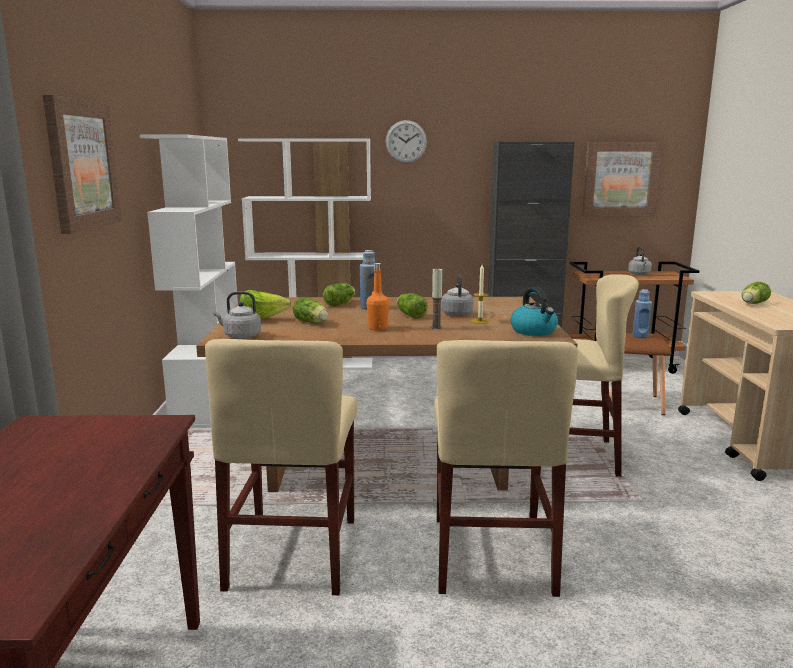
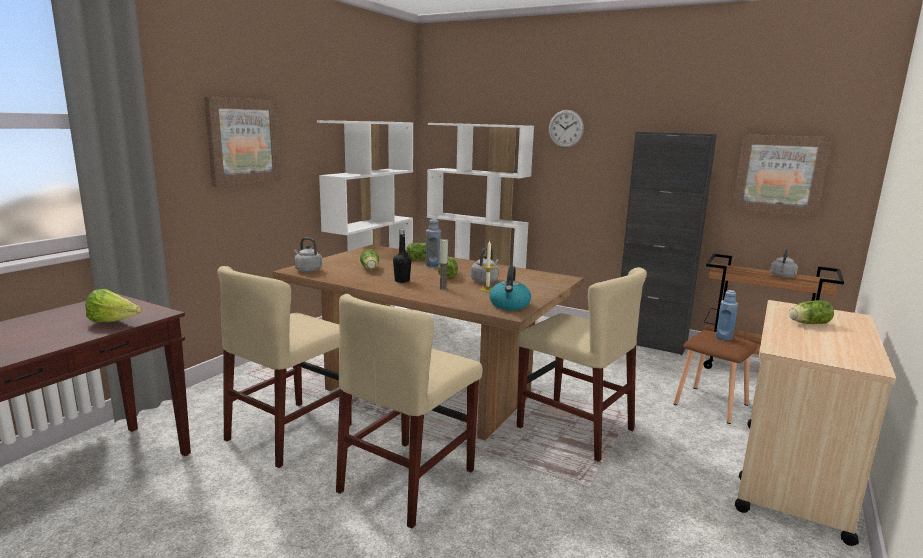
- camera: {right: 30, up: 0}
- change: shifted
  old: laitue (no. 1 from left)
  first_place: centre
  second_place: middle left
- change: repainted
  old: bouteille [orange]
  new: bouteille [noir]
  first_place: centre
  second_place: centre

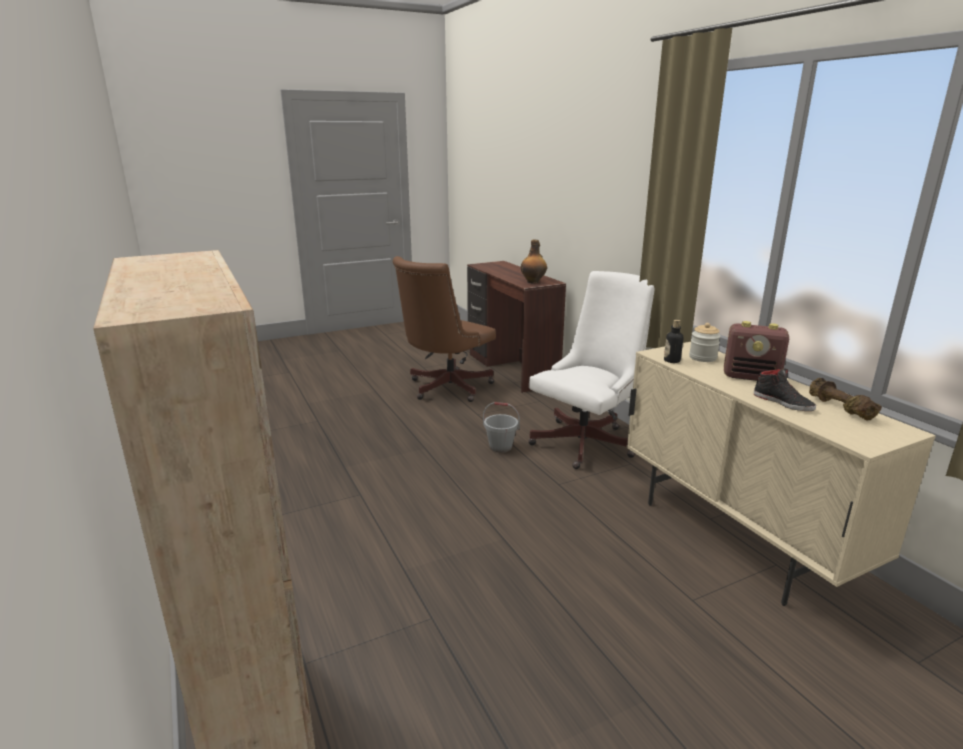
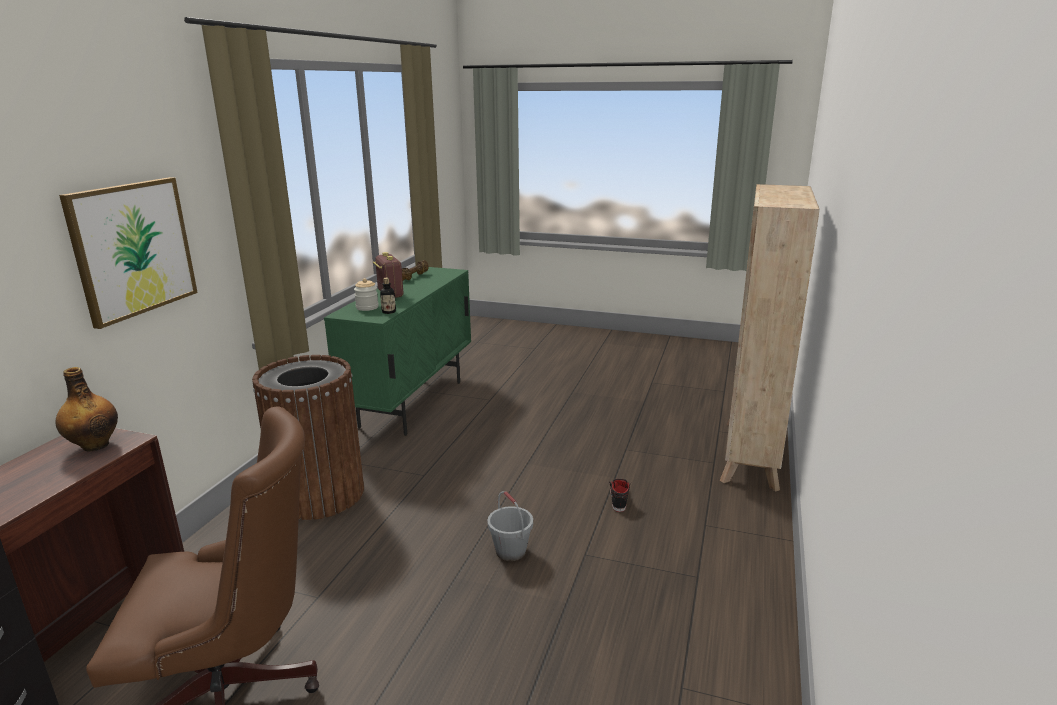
- camera: {right: -135, up: 0}
- change: new
  new: tableau
  second_place: middle left
- change: shifted
  old: seau [gris]
  first_place: centre
  second_place: bottom centre
- change: shifted
  old: chaussure [noir]
  first_place: middle right
  second_place: bottom centre
- change: swapped
  old: chaise de bureau [blanc]
  new: poubelle [marron]
  first_place: centre
  second_place: middle left
- change: repainted
  old: meuble de rangement [beige]
  new: meuble de rangement [vert]
  first_place: middle right
  second_place: centre

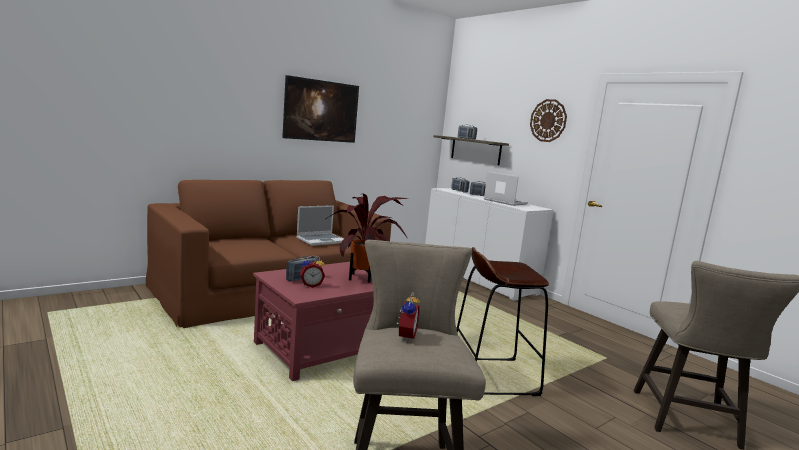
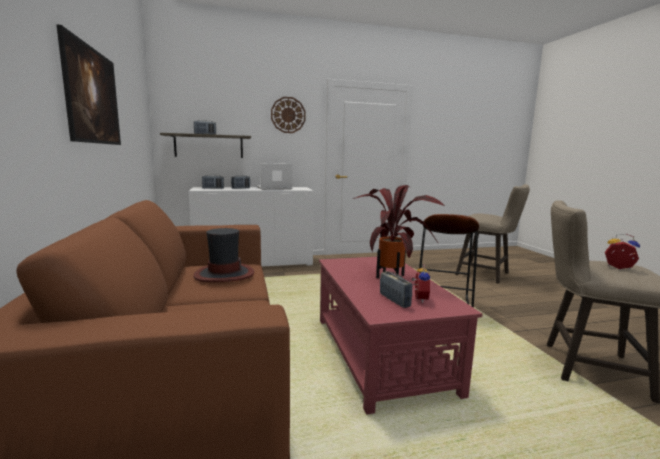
- camera: {right: -65, up: 0}
- change: swapped
  old: ordinateur portable (no. 1 from left)
  new: chapeau
  first_place: centre
  second_place: centre

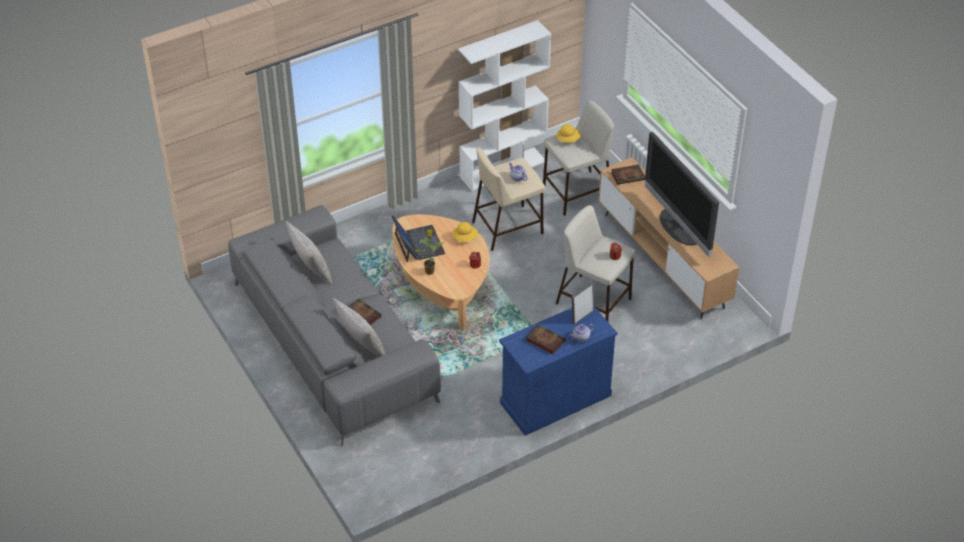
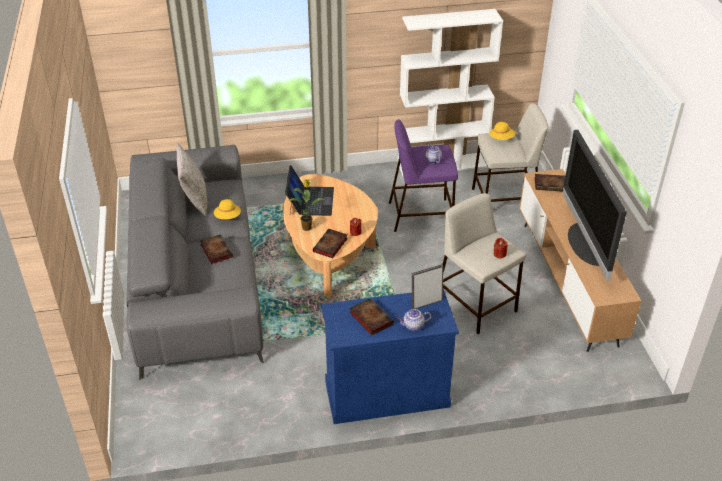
- camera: {right: 20, up: -5}
- change: gone
  old: coussin [gris] (no. 2 from left)
  first_place: centre
- change: new
  new: livre (no. 2 from left)
  second_place: centre
- change: shifted
  old: chapeau [jaune] (no. 1 from left)
  first_place: centre
  second_place: middle left
- change: repainted
  old: tabouret [beige] (no. 1 from left)
  new: tabouret [violet]
  first_place: centre
  second_place: centre

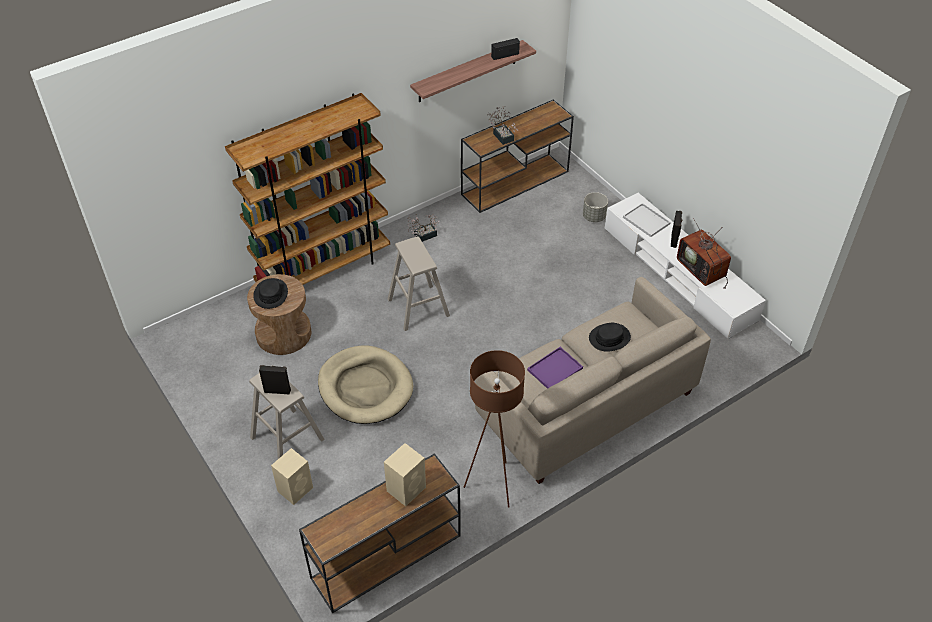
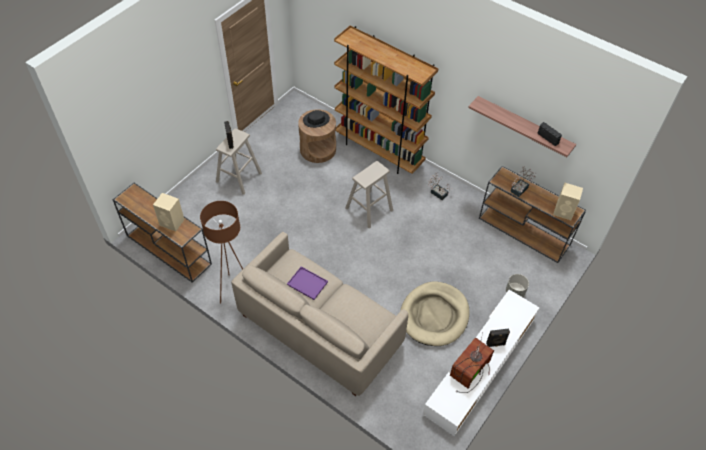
- camera: {right: 70, up: 5}
- change: gone
  old: chapeau [noir] (no. 2 from left)
  first_place: centre
- change: gone
  old: plateau [blanc]
  first_place: middle right
- change: shifted
  old: enceinte [beige] (no. 1 from left in the first image)
  new: enceinte [beige] (no. 2 from left)
  first_place: bottom left
  second_place: middle right
- change: shifted
  old: panier pour chien [beige]
  first_place: centre
  second_place: bottom centre

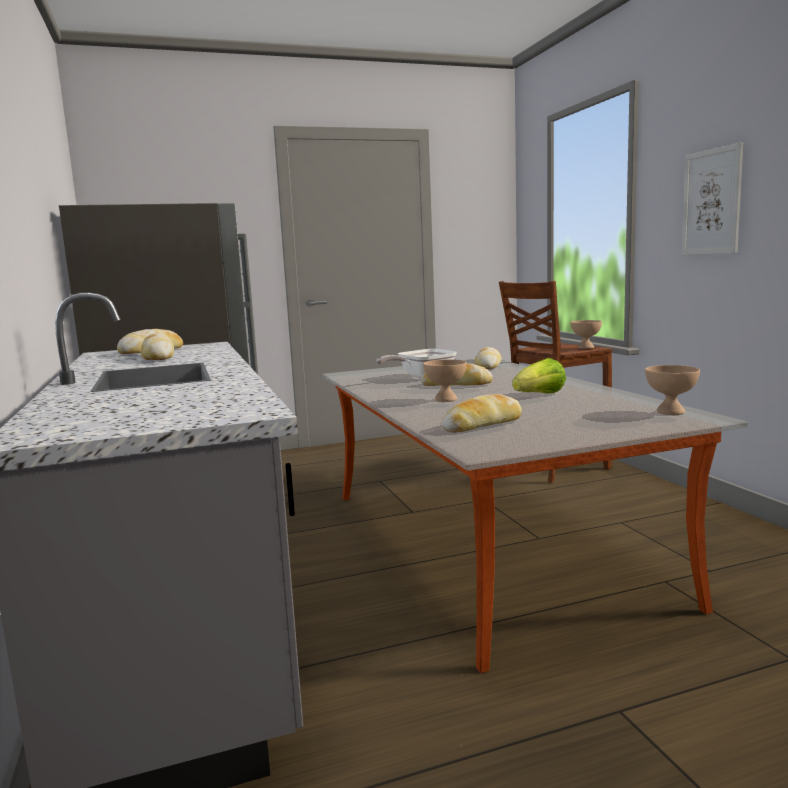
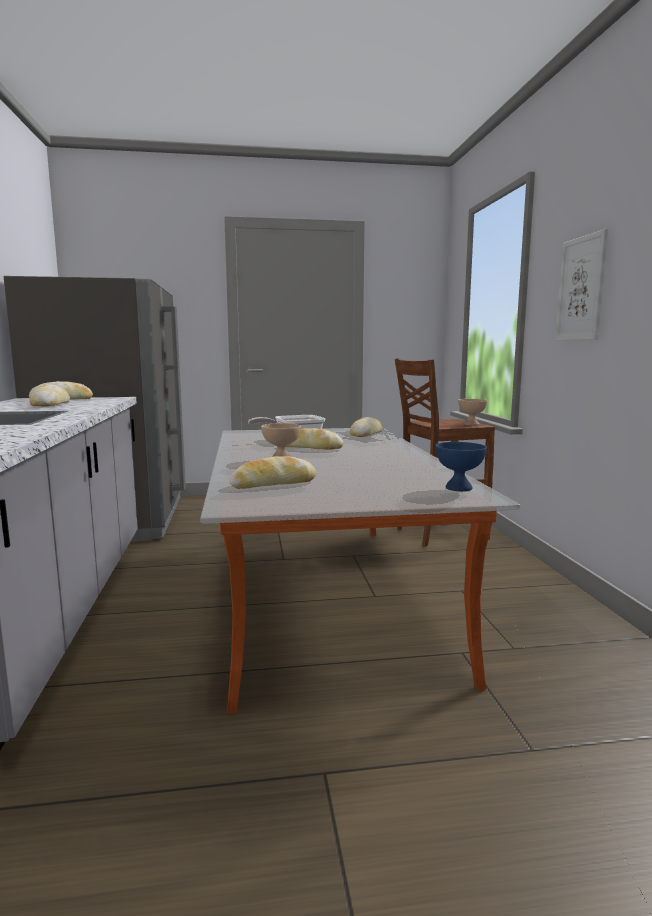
- camera: {right: 10, up: 0}
- change: gone
  old: laitue
  first_place: middle right
- change: repainted
  old: bol [beige] (no. 3 from left)
  new: bol [bleu]
  first_place: middle right
  second_place: middle right

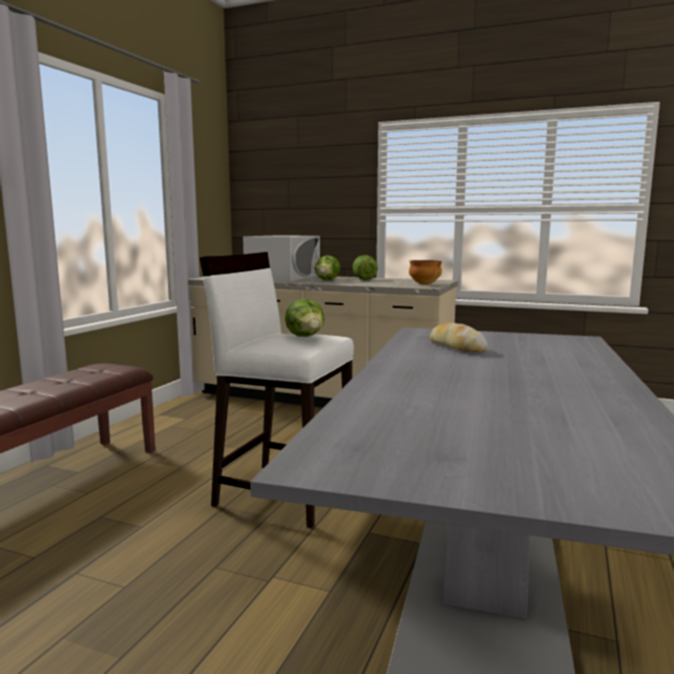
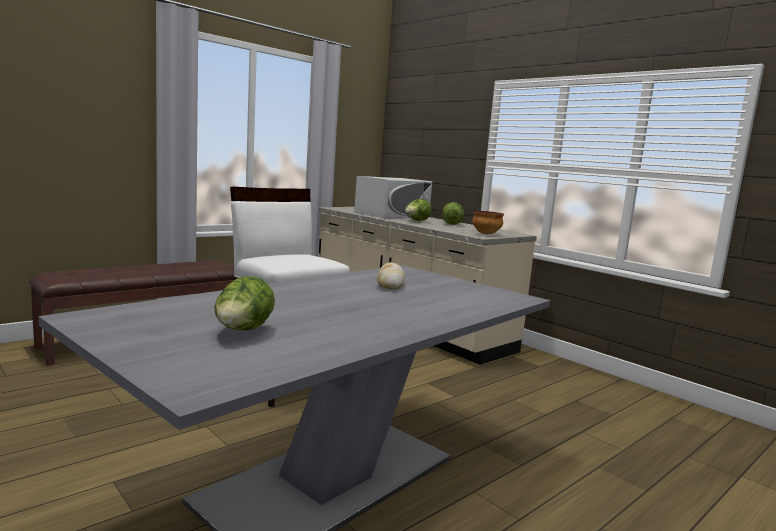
- camera: {right: 25, up: 0}
- change: shifted
  old: laitue (no. 1 from left)
  first_place: centre
  second_place: middle left

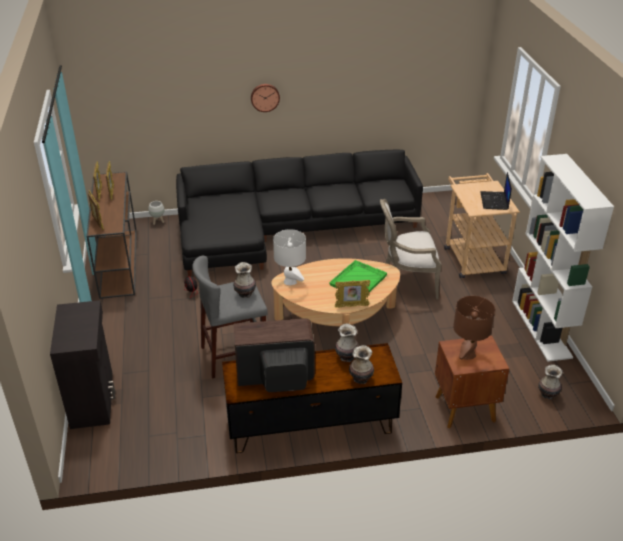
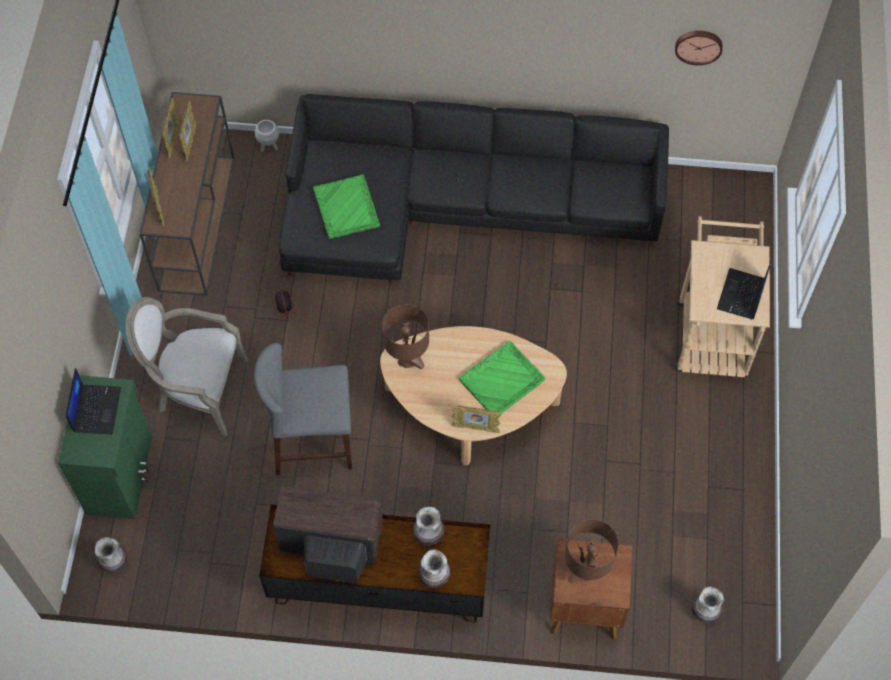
- camera: {right: 15, up: 25}
- change: gone
  old: bibliothèque [blanc]
  first_place: middle right
- change: new
  new: ordinateur portable (no. 1 from left)
  second_place: middle left
- change: new
  new: plateau [vert] (no. 1 from left)
  second_place: top centre
- change: shifted
  old: vase (no. 1 from left)
  first_place: centre
  second_place: bottom left
- change: shifted
  old: horloge murale
  first_place: top centre
  second_place: top right
- change: shifted
  old: fauteuil
  first_place: centre
  second_place: middle left
- change: repainted
  old: meuble de rangement [noir]
  new: meuble de rangement [vert]
  first_place: bottom left
  second_place: middle left
- change: repainted
  old: lampe de table [blanc]
  new: lampe de table [marron] (no. 1 from left)
  first_place: centre
  second_place: centre

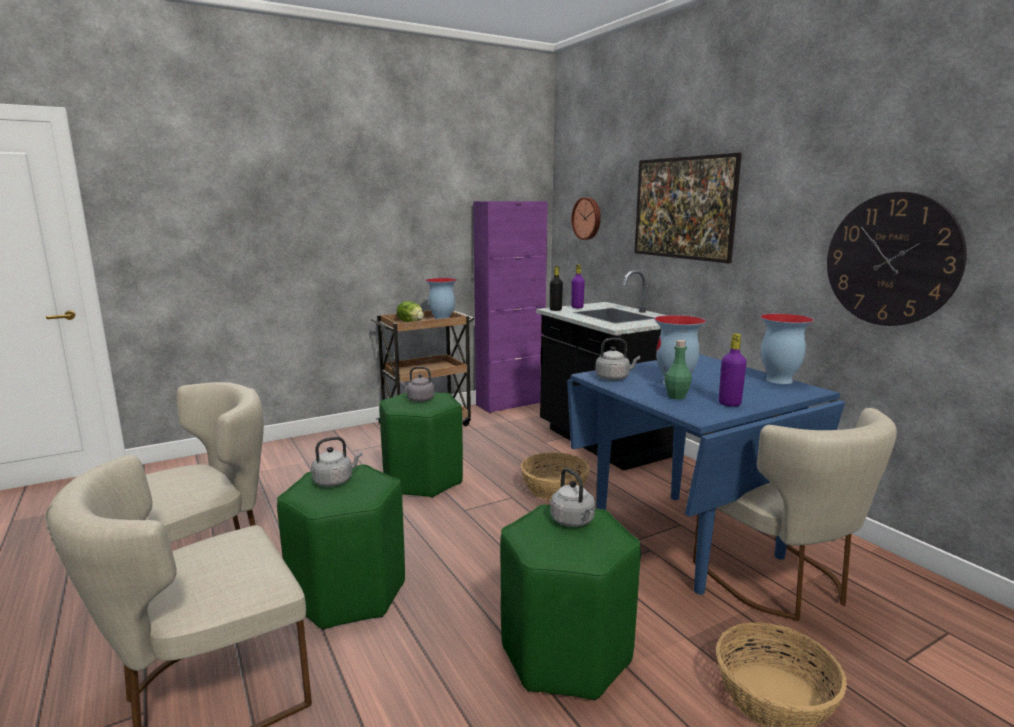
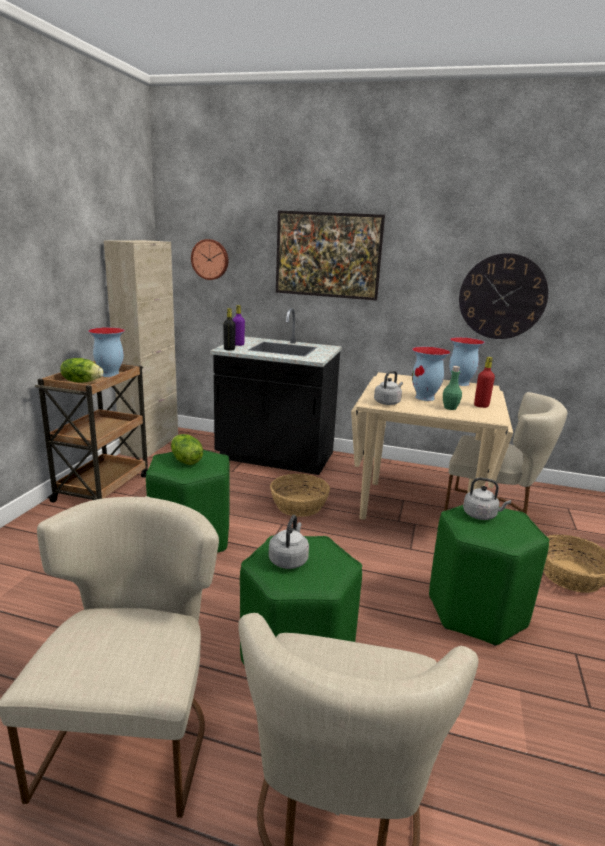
- camera: {right: -45, up: 5}
- change: swapped
  old: bouilloire [gris] (no. 2 from left)
  new: laitue (no. 2 from left)
  first_place: centre
  second_place: middle left
- change: repainted
  old: meuble de rangement [violet]
  new: meuble de rangement [beige]
  first_place: centre
  second_place: middle left
- change: repainted
  old: table à manger [bleu]
  new: table à manger [beige]
  first_place: middle right
  second_place: middle right
- change: repainted
  old: bouteille [violet] (no. 2 from left)
  new: bouteille [rouge]
  first_place: middle right
  second_place: middle right

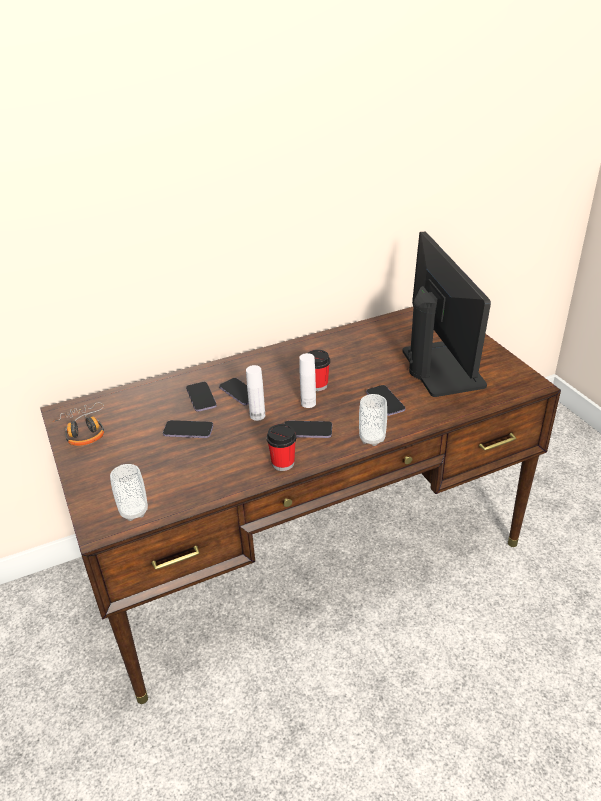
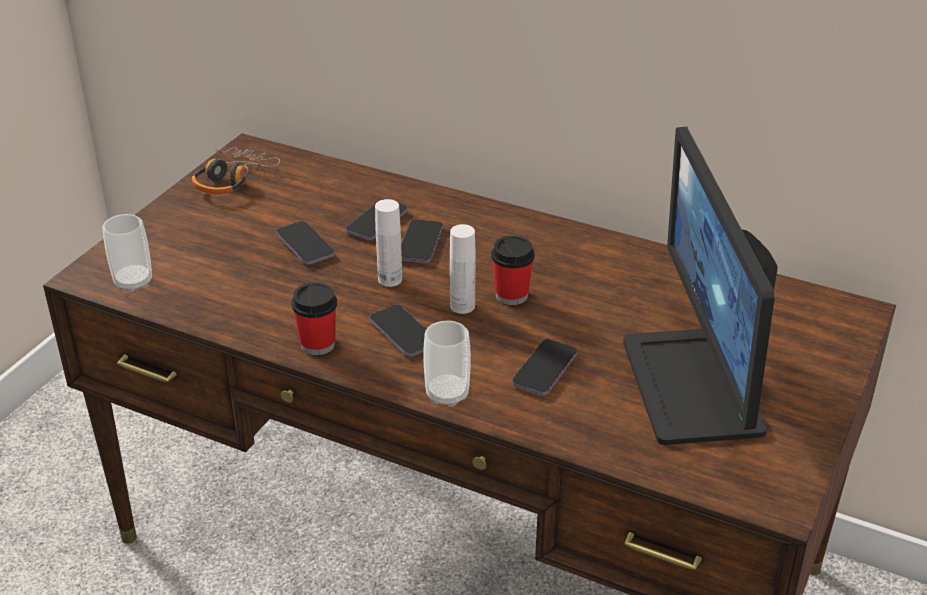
- camera: {right: 50, up: 0}
- change: rotated
  old: écran d'ordinateur
  first_place: middle right
  second_place: middle right
  degrees: 135

